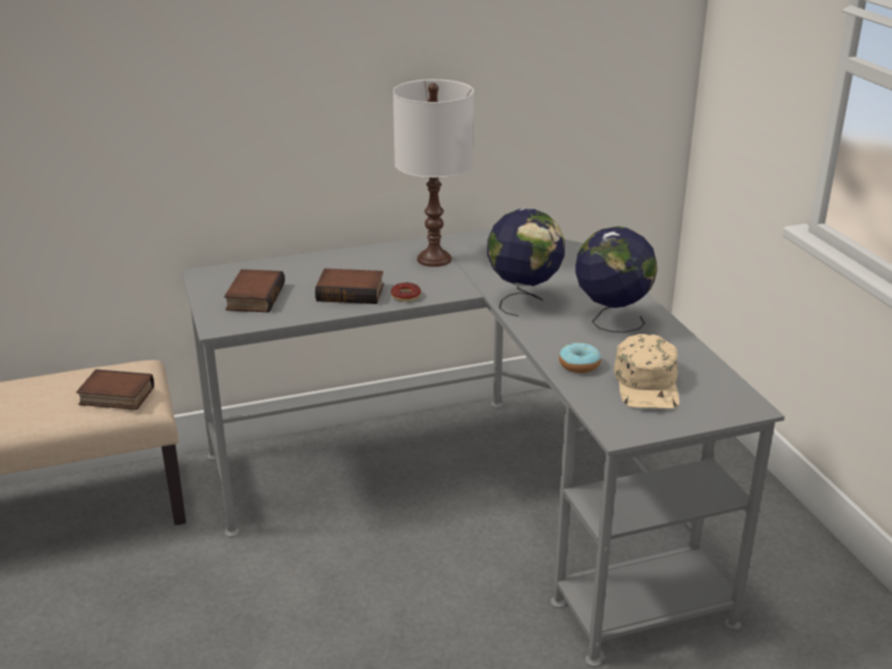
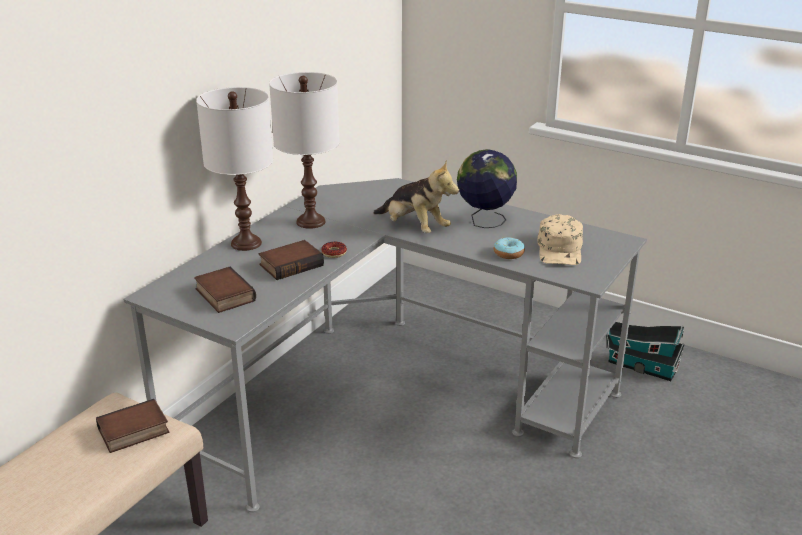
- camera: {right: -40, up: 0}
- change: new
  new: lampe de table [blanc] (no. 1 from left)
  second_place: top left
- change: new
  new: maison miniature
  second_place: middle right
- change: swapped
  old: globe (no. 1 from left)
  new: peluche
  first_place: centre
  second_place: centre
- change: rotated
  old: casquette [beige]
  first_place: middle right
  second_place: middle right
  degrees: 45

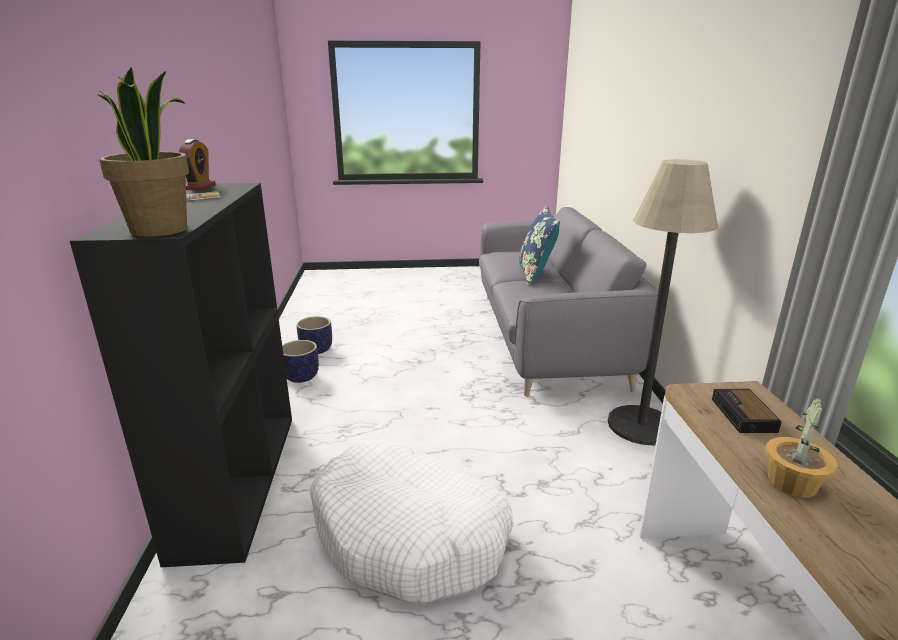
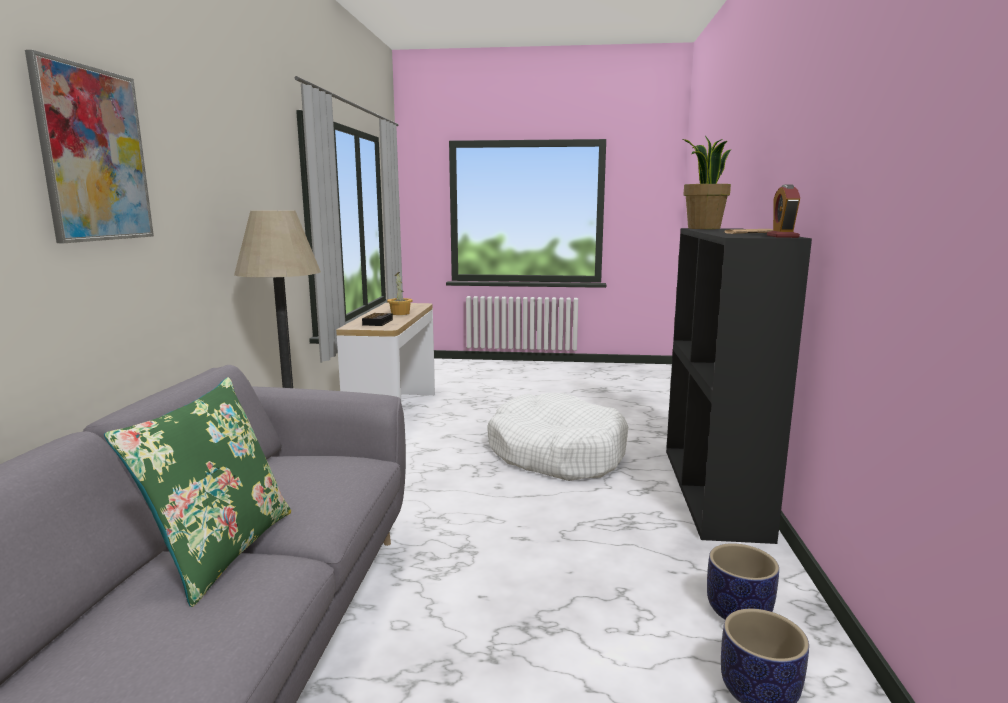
- camera: {right: -170, up: -10}
- change: new
  new: tableau
  second_place: top left
- change: repainted
  old: coussin [bleu]
  new: coussin [vert]
  first_place: centre
  second_place: bottom left

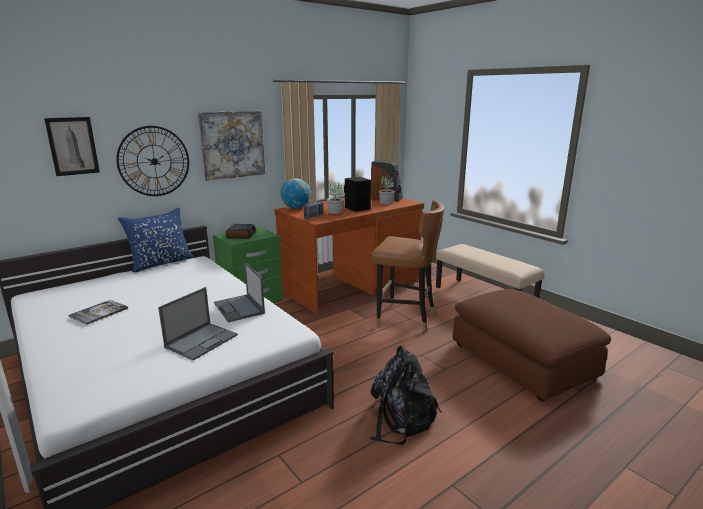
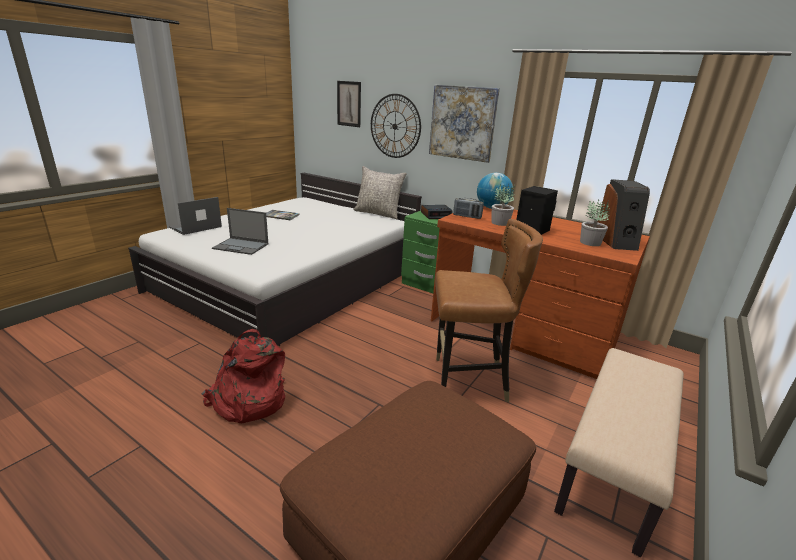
- camera: {right: 70, up: 5}
- change: shifted
  old: ordinateur portable (no. 2 from left in the first image)
  new: ordinateur portable (no. 1 from left)
  first_place: centre
  second_place: middle left
- change: repainted
  old: coussin [bleu]
  new: coussin [gris]
  first_place: middle left
  second_place: centre
- change: repainted
  old: sac à dos [noir]
  new: sac à dos [rouge]
  first_place: bottom centre
  second_place: bottom left
- change: rotated
  old: chaise [marron]
  first_place: centre
  second_place: centre
  degrees: -90

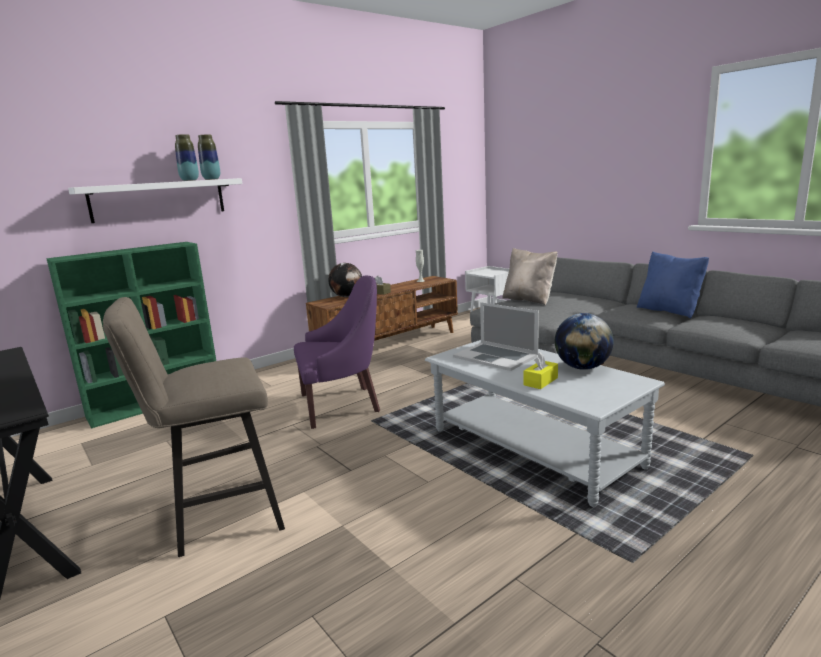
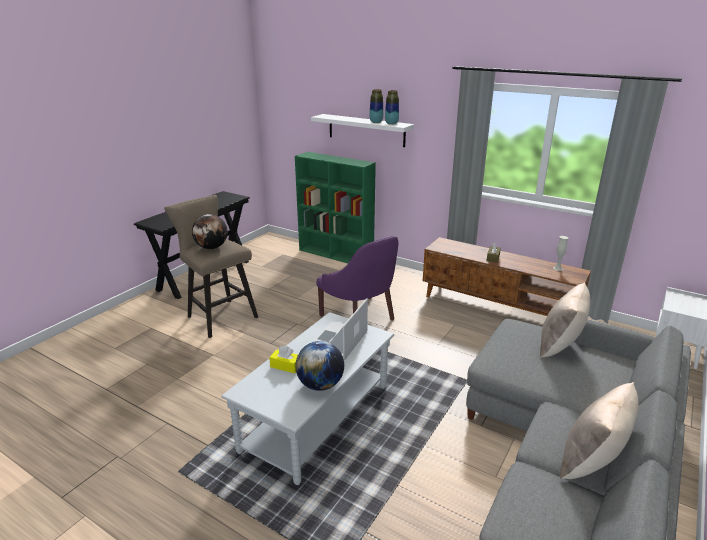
- camera: {right: 70, up: 10}
- change: shifted
  old: globe (no. 1 from left)
  first_place: centre
  second_place: middle left
- change: repainted
  old: coussin [bleu]
  new: coussin [beige] (no. 2 from left)
  first_place: middle right
  second_place: bottom right

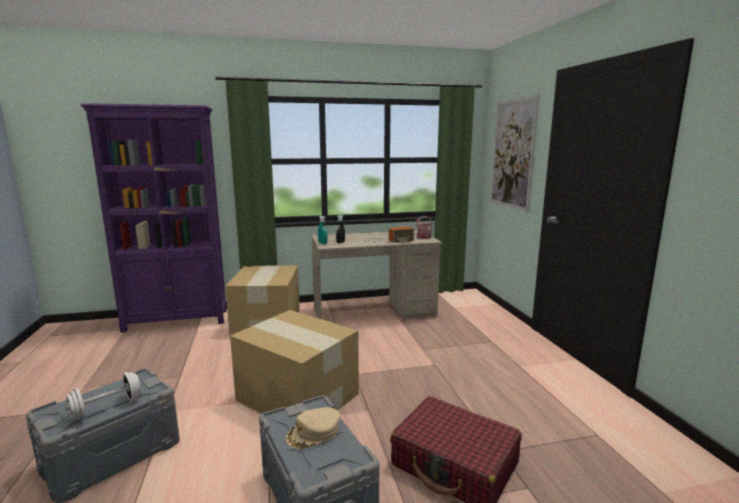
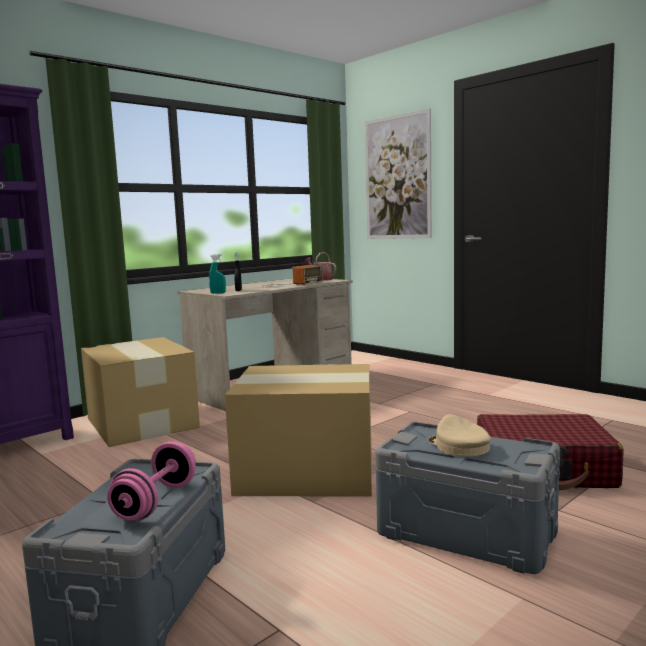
- camera: {right: -30, up: -5}
- change: repainted
  old: haltère [blanc]
  new: haltère [rose]
  first_place: bottom left
  second_place: bottom left
- change: rotated
  old: casquette [beige]
  first_place: bottom centre
  second_place: bottom right
  degrees: 135

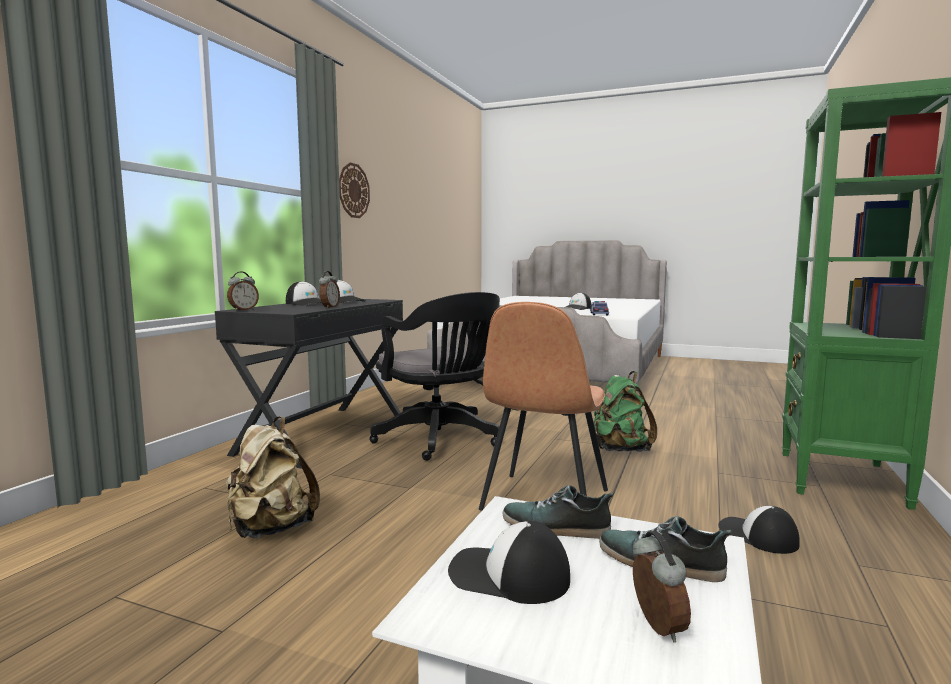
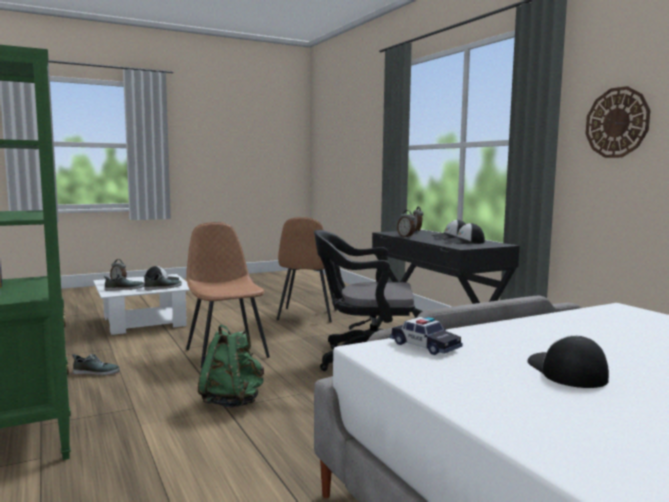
- camera: {right: 130, up: 0}
- change: swapped
  old: sac à dos [beige]
  new: chaise [marron] (no. 2 from left)
  first_place: bottom left
  second_place: centre
- change: swapped
  old: casquette (no. 5 from left)
  new: chaussure (no. 1 from left)
  first_place: bottom right
  second_place: bottom left

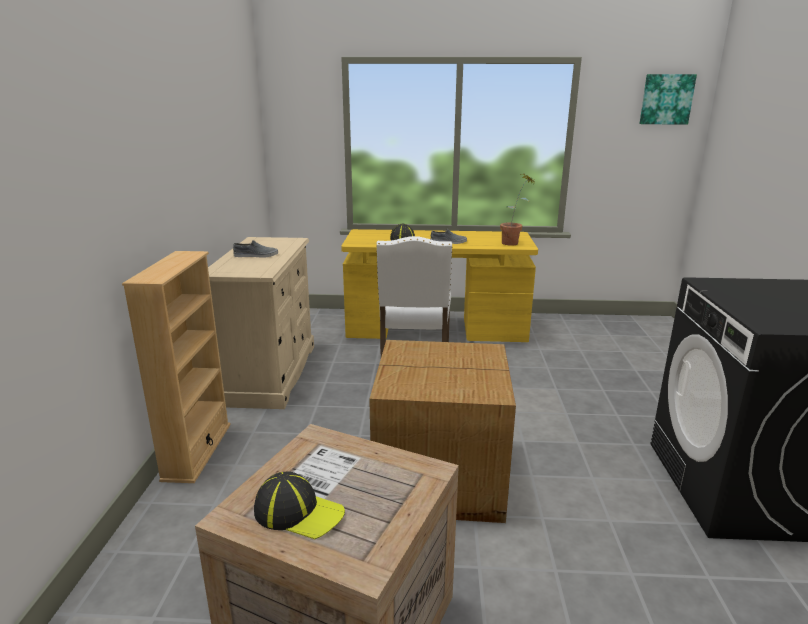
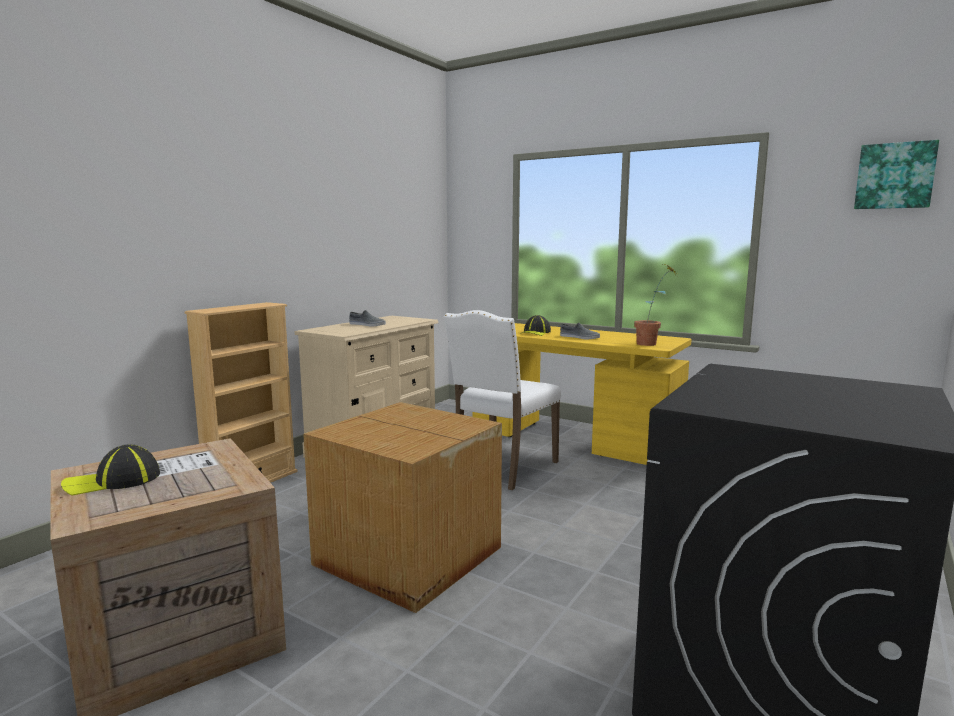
- camera: {right: 30, up: -10}
- change: rotated
  old: casquette (no. 1 from left)
  first_place: bottom centre
  second_place: middle left
  degrees: 105

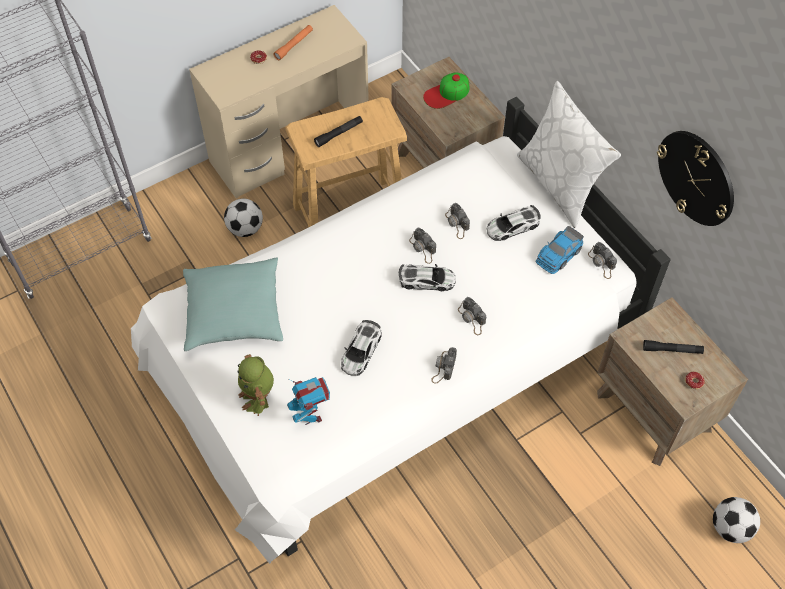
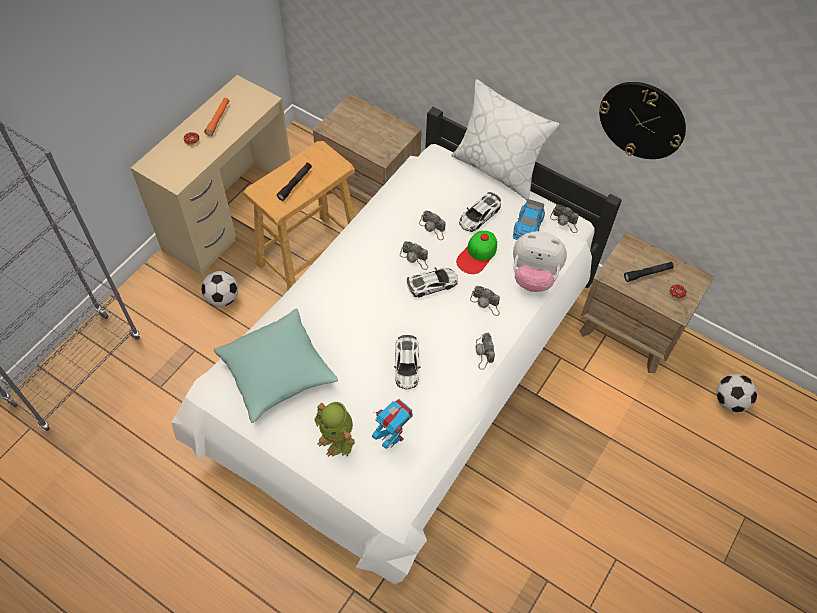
- camera: {right: -25, up: 0}
- change: new
  new: peluche
  second_place: centre
- change: shifted
  old: casquette
  first_place: top centre
  second_place: centre

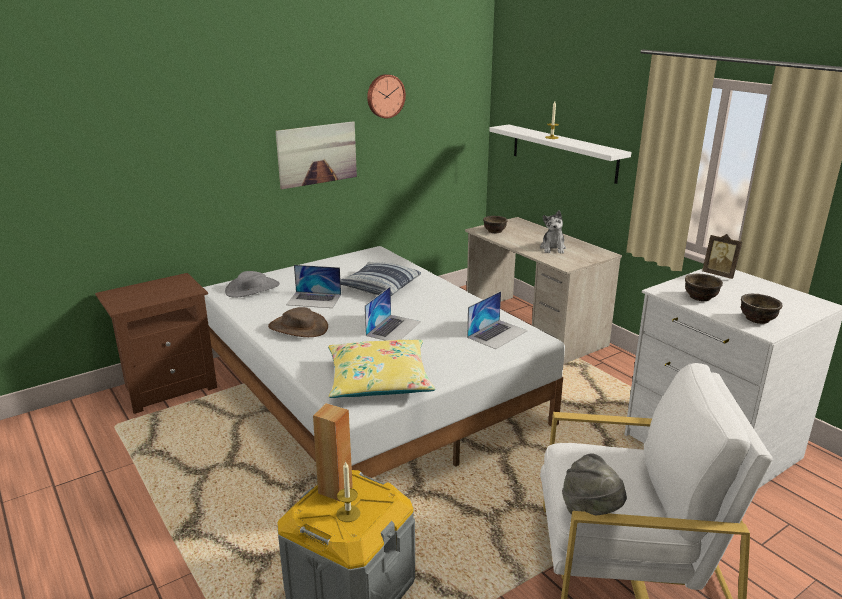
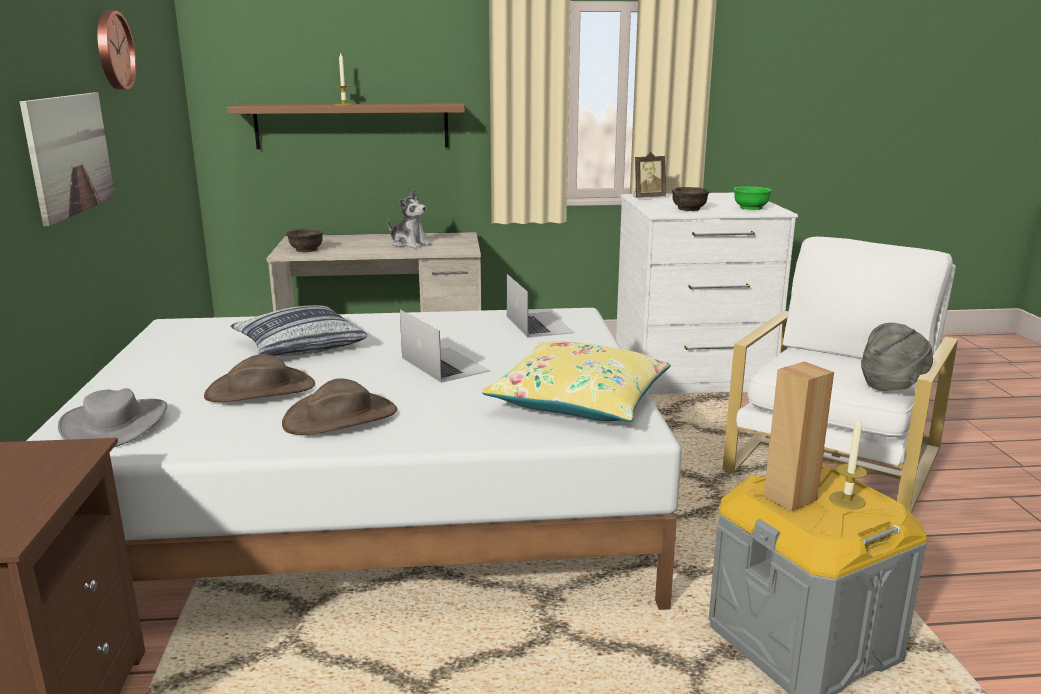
- camera: {right: -60, up: -5}
- change: swapped
  old: ordinateur portable (no. 1 from left)
  new: chapeau [marron] (no. 1 from left)
  first_place: centre
  second_place: middle left
- change: repainted
  old: étagère [blanc]
  new: étagère [marron]
  first_place: top centre
  second_place: top left
- change: repainted
  old: bol [marron] (no. 3 from left)
  new: bol [vert]
  first_place: middle right
  second_place: top right

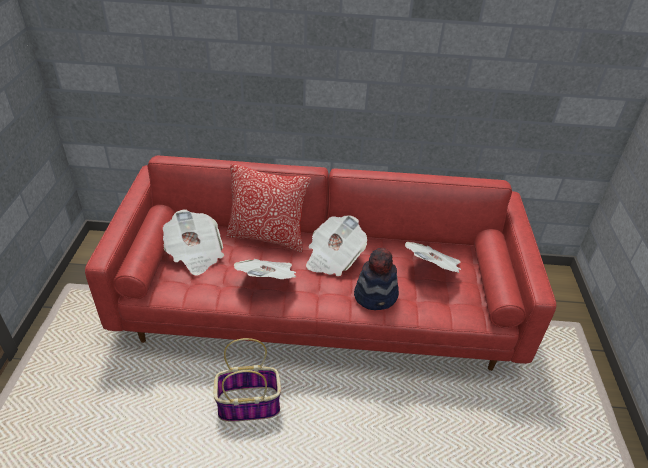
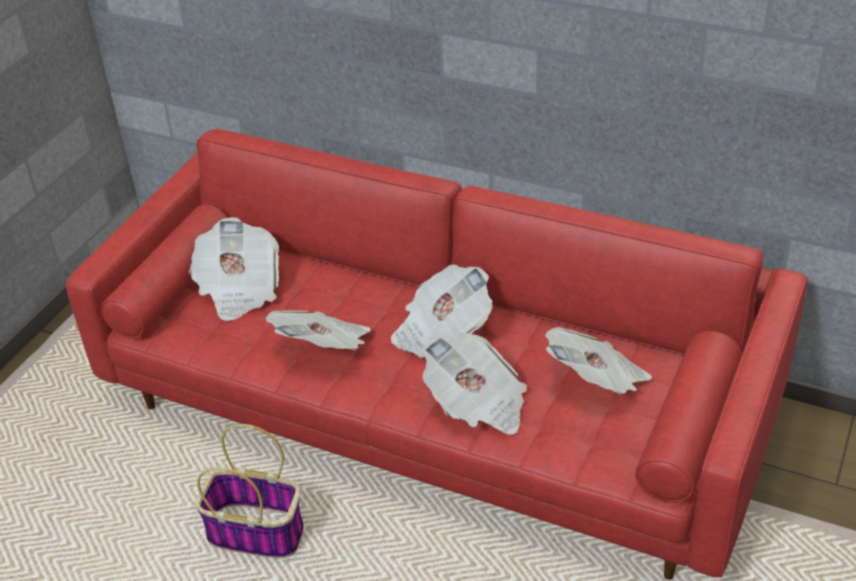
- camera: {right: 25, up: 0}
- change: gone
  old: coussin
  first_place: centre
- change: swapped
  old: chapeau
  new: journal (no. 4 from left)
  first_place: centre
  second_place: centre

